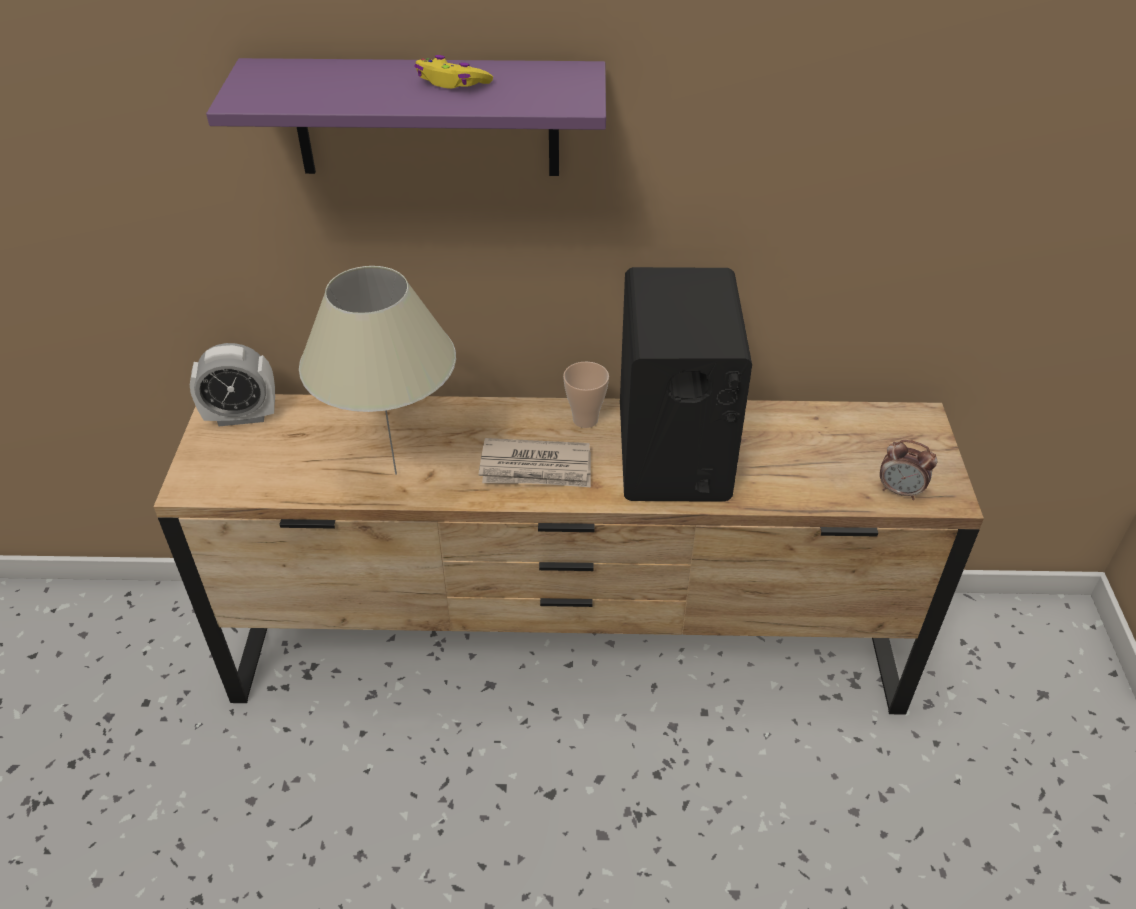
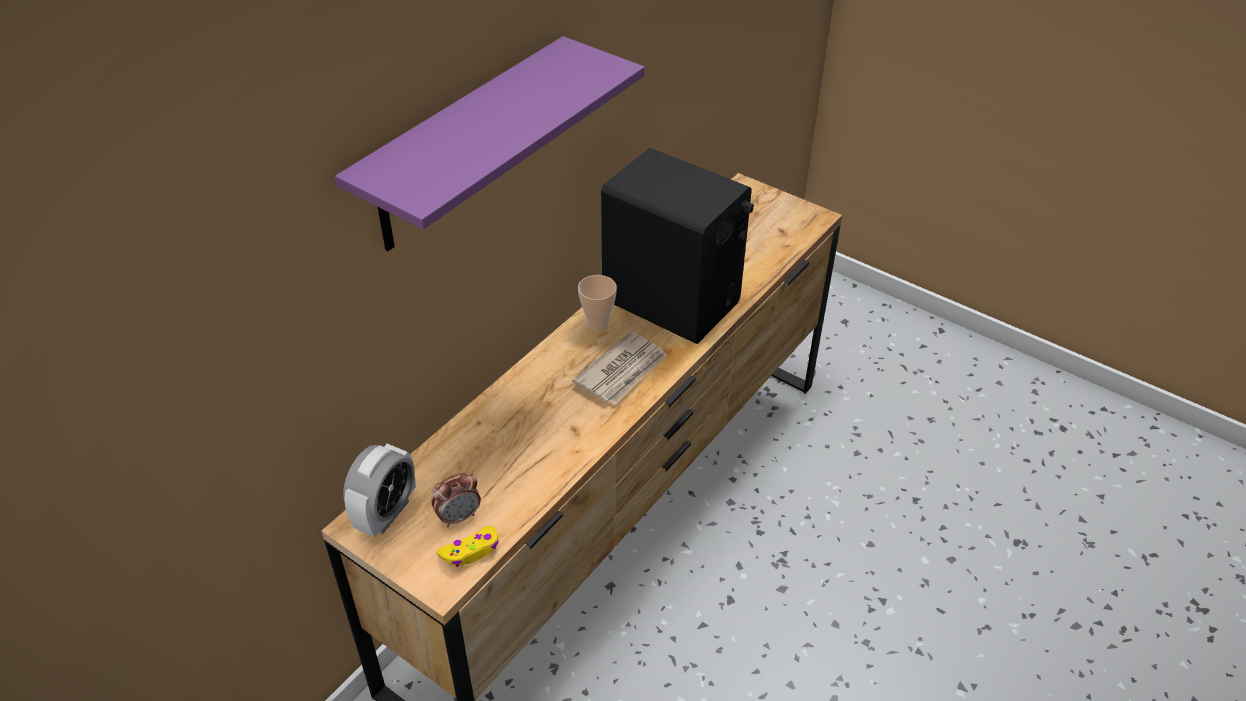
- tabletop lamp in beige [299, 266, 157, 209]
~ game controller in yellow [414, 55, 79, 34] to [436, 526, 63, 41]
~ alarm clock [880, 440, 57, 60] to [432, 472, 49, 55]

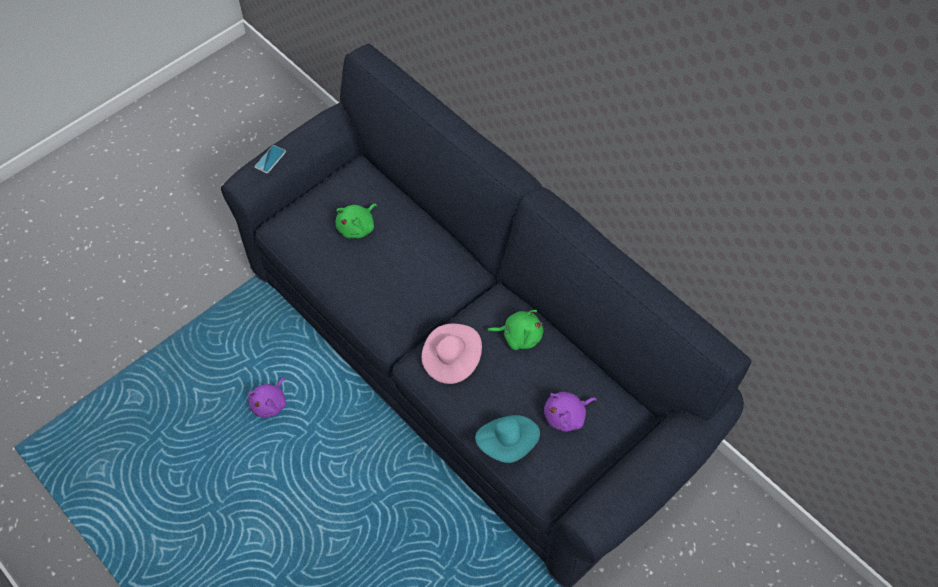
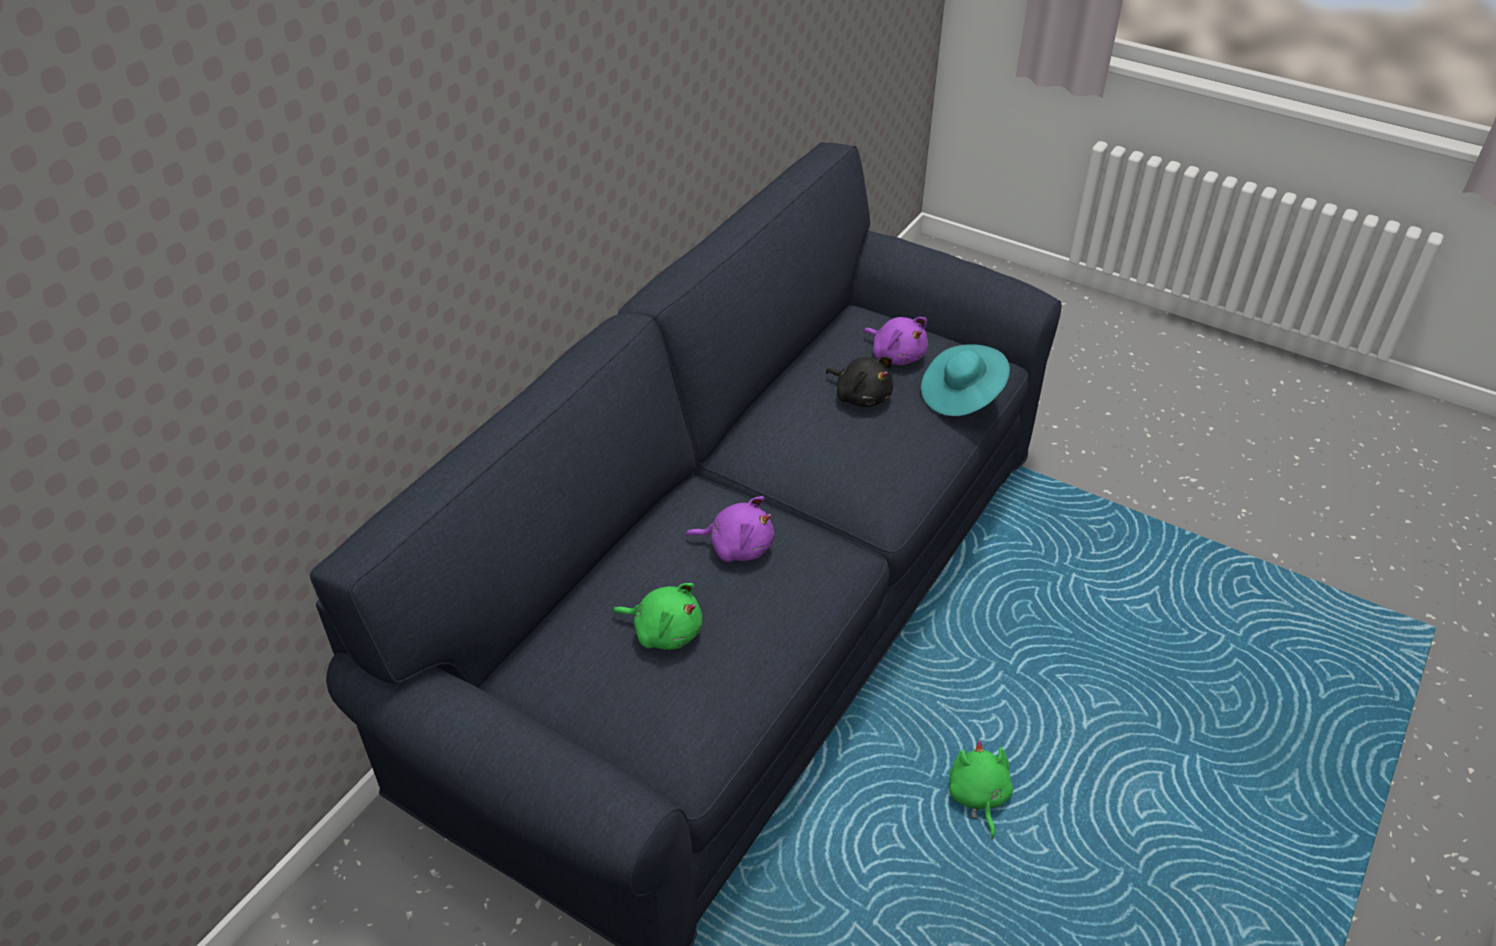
- handset [255, 145, 31, 28]
- wearable hat in pinkish [422, 324, 60, 60]
+ soft toy in black-coloured [826, 357, 68, 50]
~ soft toy in purplish [248, 378, 38, 40] to [685, 496, 89, 66]
~ soft toy in green-coloured [487, 310, 56, 40] to [949, 740, 64, 99]

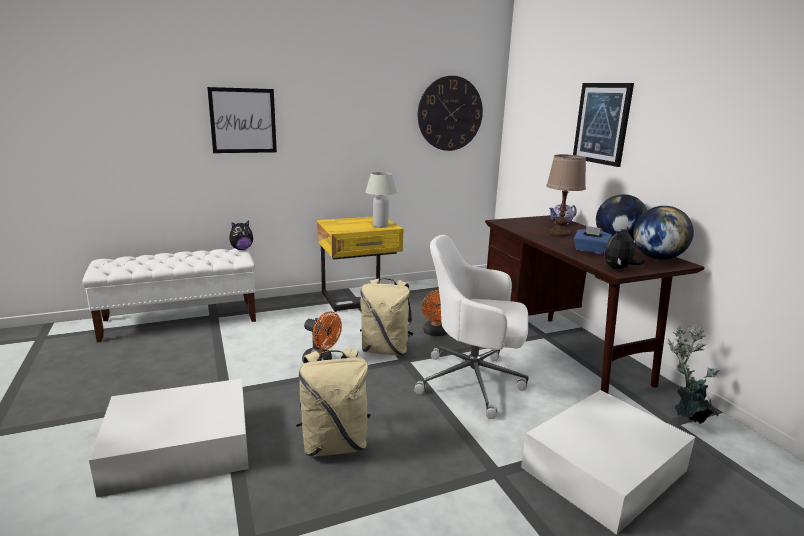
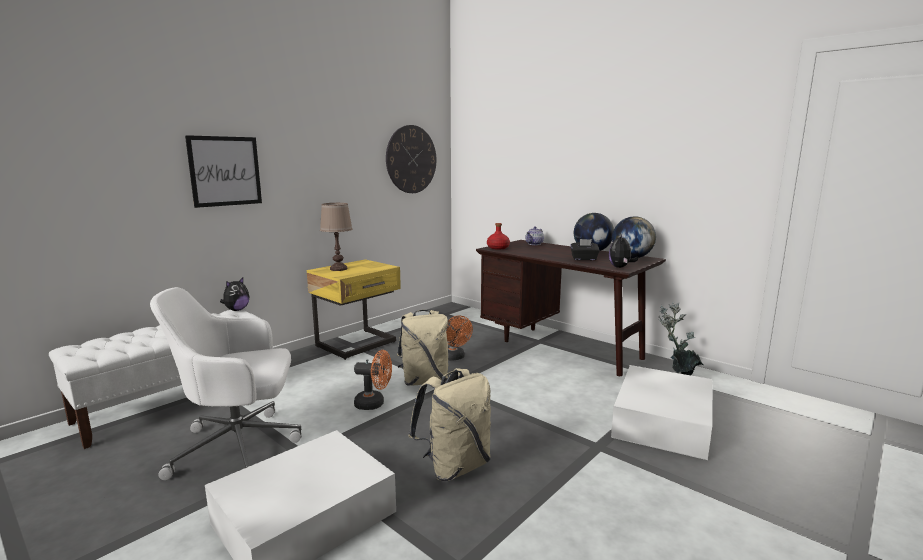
- tabletop lamp in whitish [365, 172, 32, 56]
- wall picture [573, 83, 61, 84]
+ drink bottle in red-coloured [487, 223, 23, 26]
~ computer chair in whitish [414, 235, 115, 184] to [150, 287, 151, 193]
~ tabletop lamp in brownish [546, 155, 40, 81] to [320, 203, 33, 68]
~ tissue holder in bluish [574, 226, 38, 28] to tissue holder in black-coloured [570, 239, 30, 21]

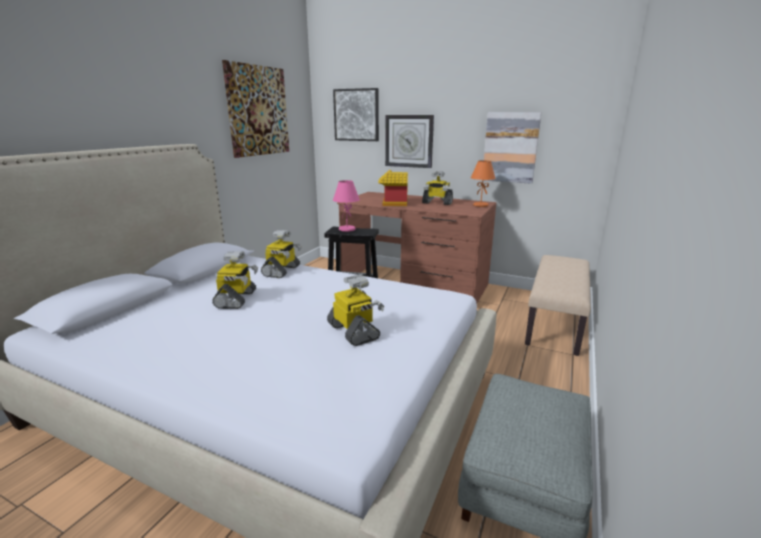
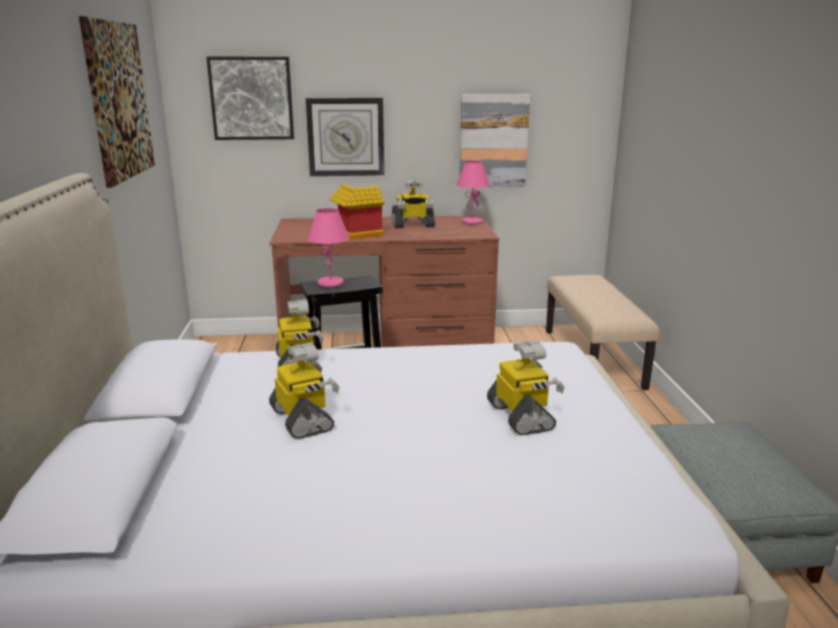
~ tabletop lamp in orange-coloured [471, 160, 25, 47] to tabletop lamp in pinkish [456, 161, 34, 64]
~ toy robot [327, 274, 57, 72] = [487, 341, 78, 94] 45 degrees clockwise

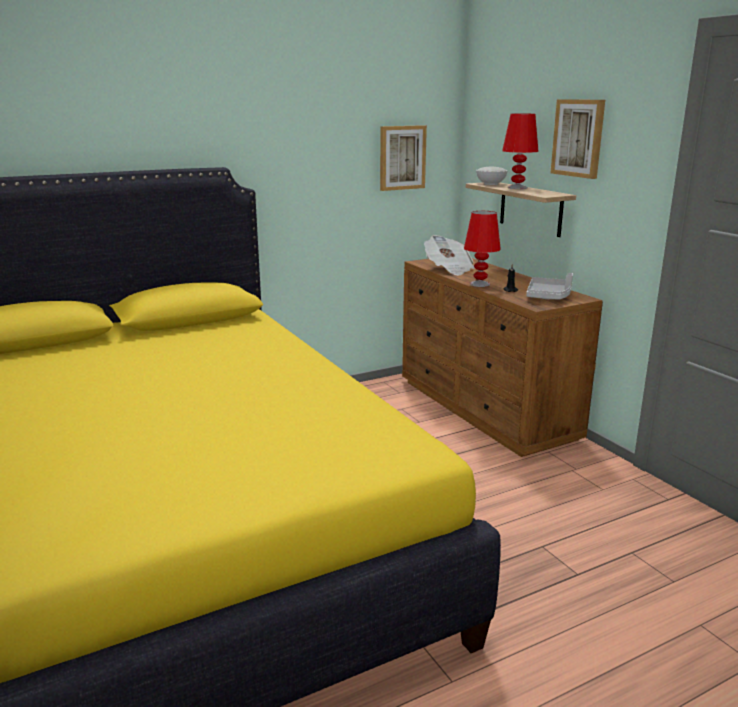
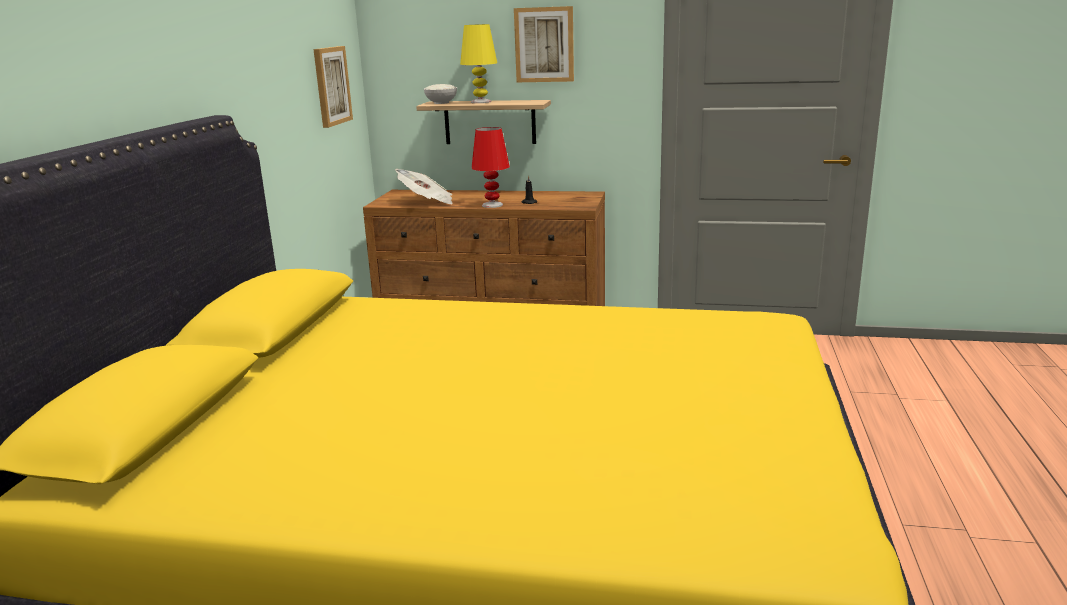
- carrying tray in gray [526, 273, 47, 27]
~ tabletop lamp in red-coloured [502, 114, 37, 75] to tabletop lamp in yellow [460, 24, 37, 79]

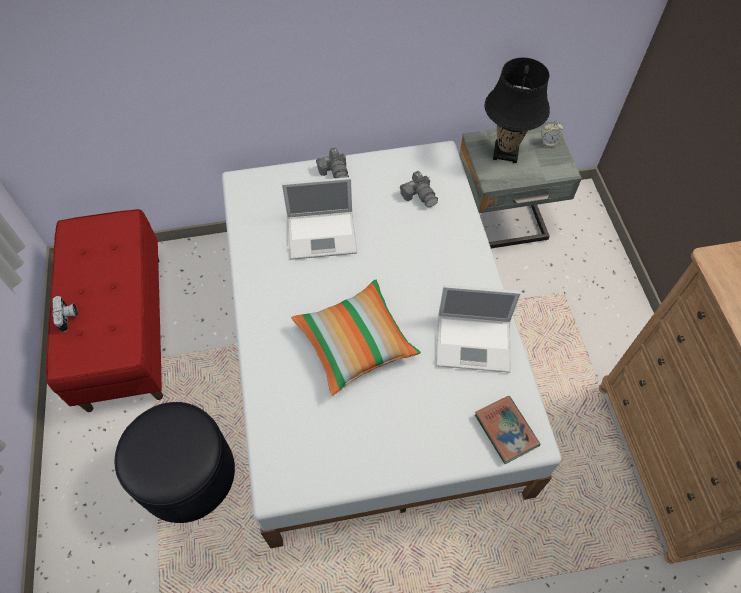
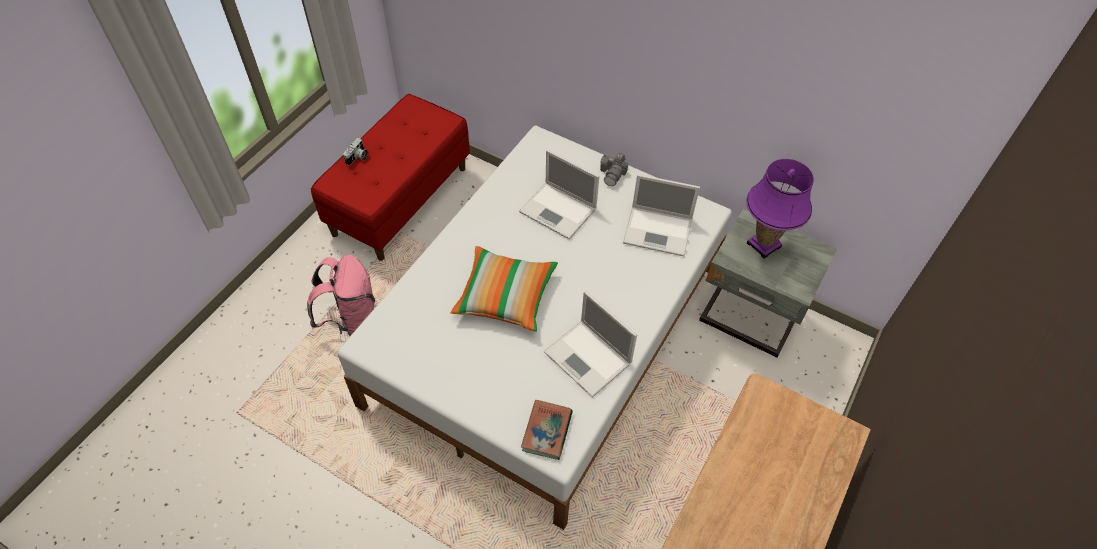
- alarm clock [541, 121, 22, 26]
~ footrest in black-coloured [115, 402, 120, 121] to knapsack in pinkish [307, 255, 68, 81]
~ photo camera [400, 171, 38, 36] to notebook computer [623, 174, 77, 82]
~ tabletop lamp in black-coloured [485, 58, 65, 105] to tabletop lamp in purplish [746, 159, 68, 100]

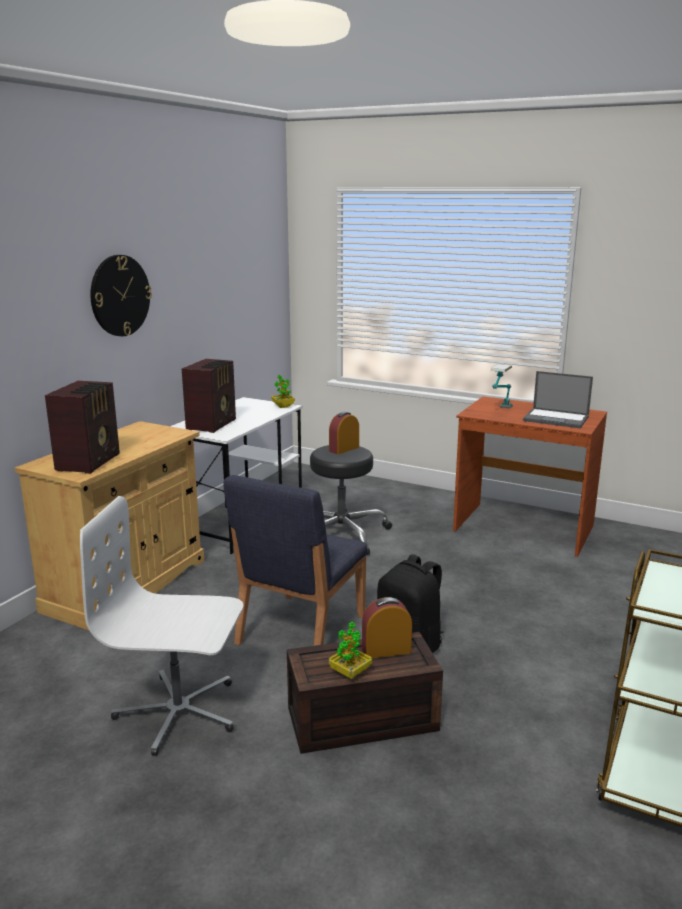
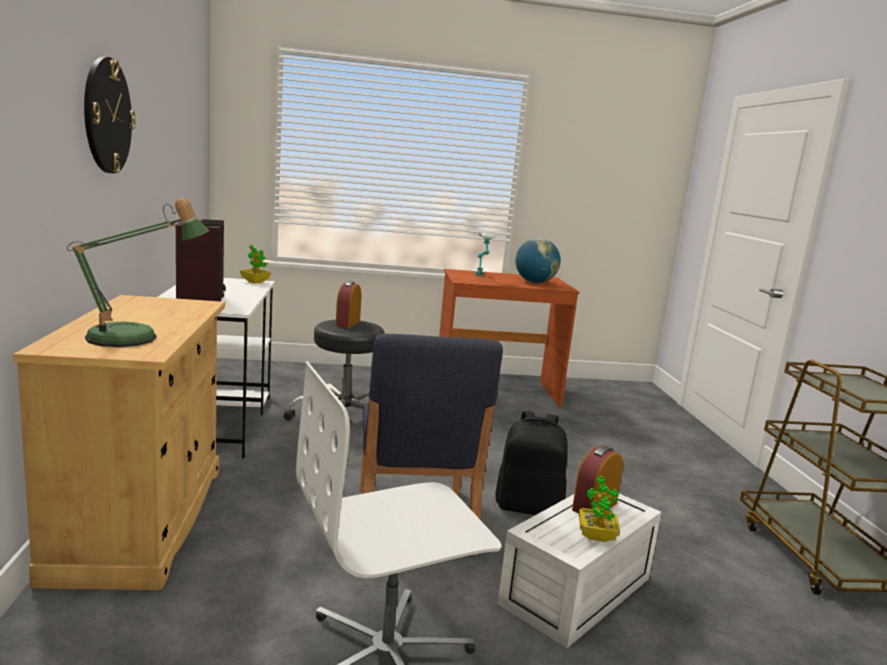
~ radio set [45, 381, 75, 93] to tabletop lamp [67, 198, 143, 149]
~ notebook computer [523, 371, 70, 57] to world globe [516, 238, 45, 45]
~ storage box in brownish [287, 632, 156, 122] to storage box in whitish [498, 494, 164, 154]

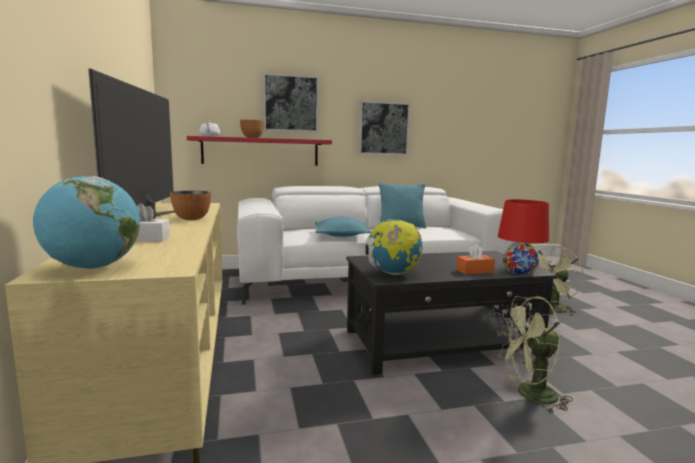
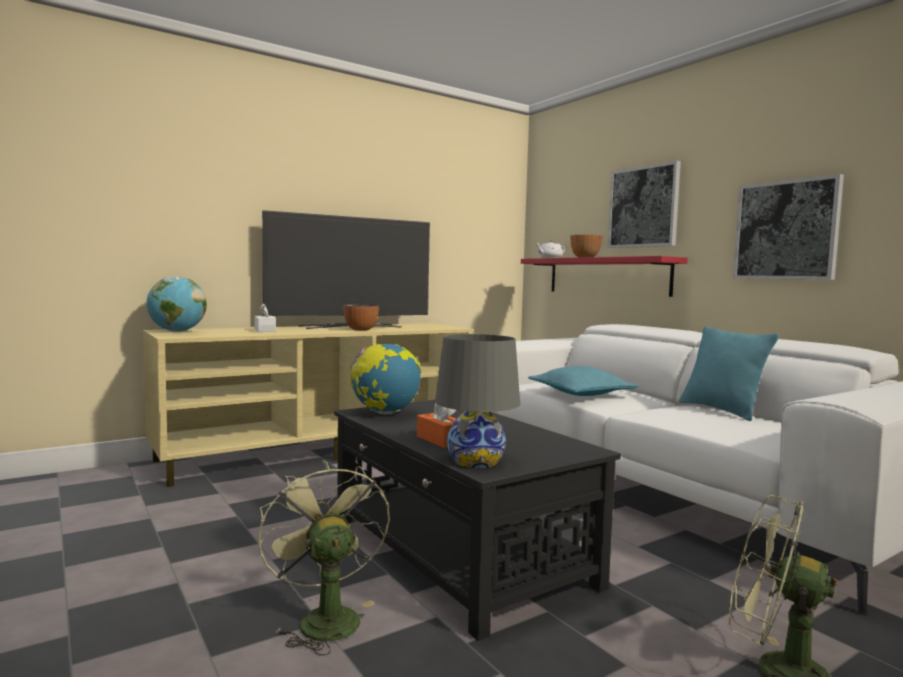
~ tabletop lamp in red-coloured [498, 199, 51, 76] to tabletop lamp in gray [435, 334, 85, 134]

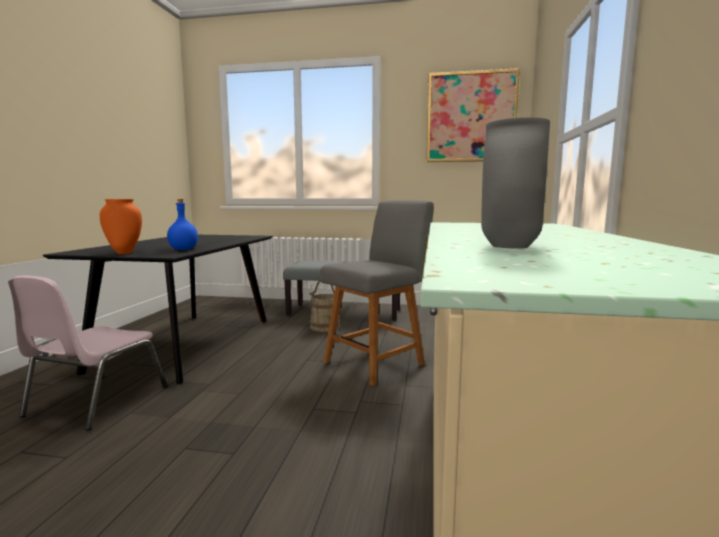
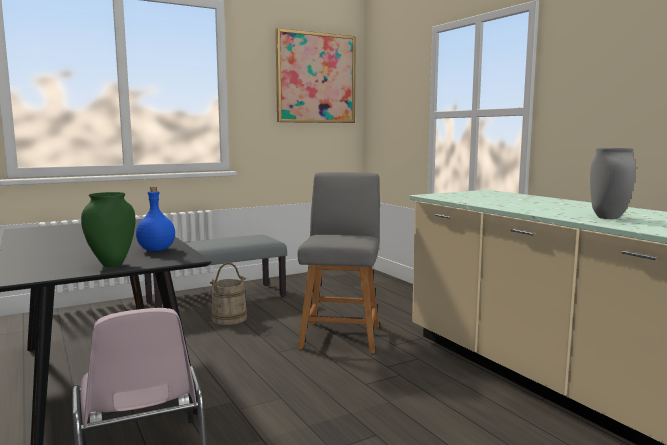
~ flower vase in orange-coloured [100, 199, 42, 55] to flower vase in green-coloured [81, 192, 55, 76]

